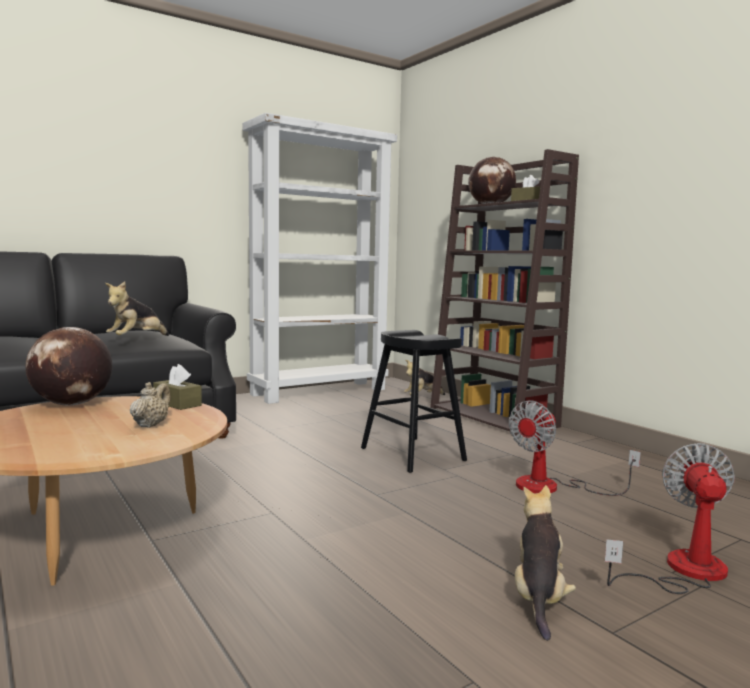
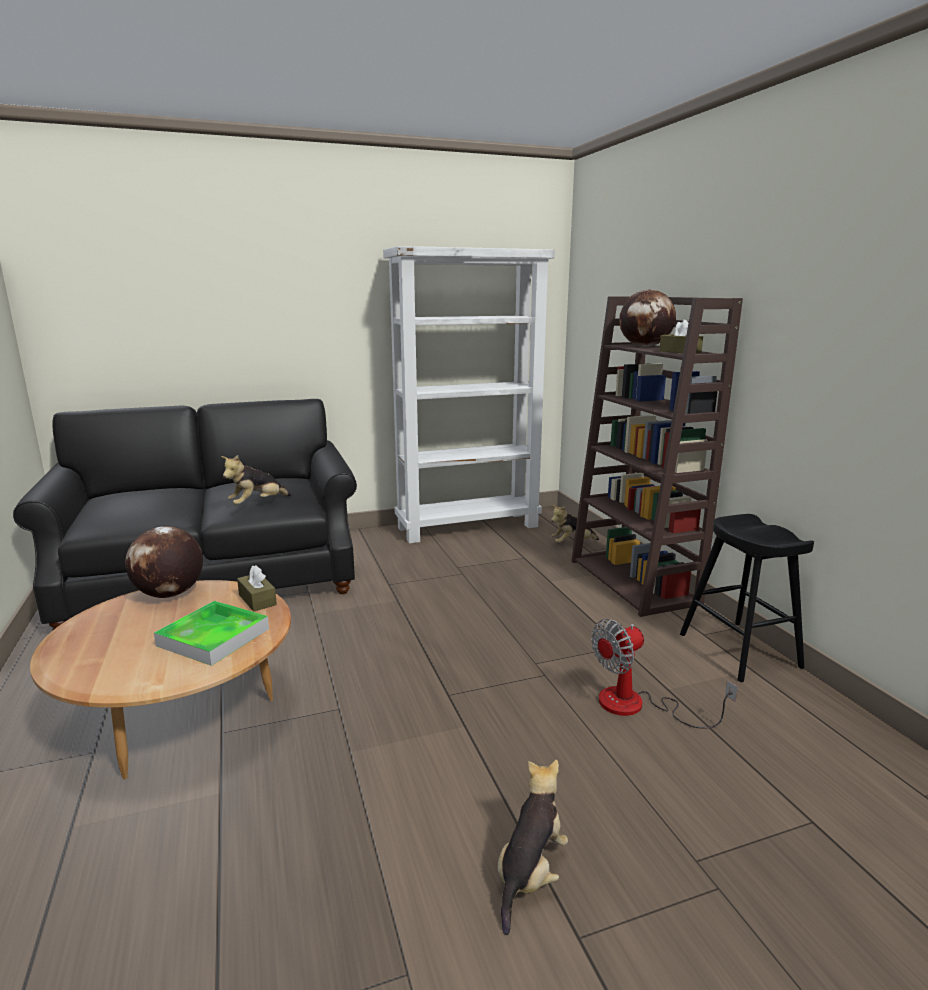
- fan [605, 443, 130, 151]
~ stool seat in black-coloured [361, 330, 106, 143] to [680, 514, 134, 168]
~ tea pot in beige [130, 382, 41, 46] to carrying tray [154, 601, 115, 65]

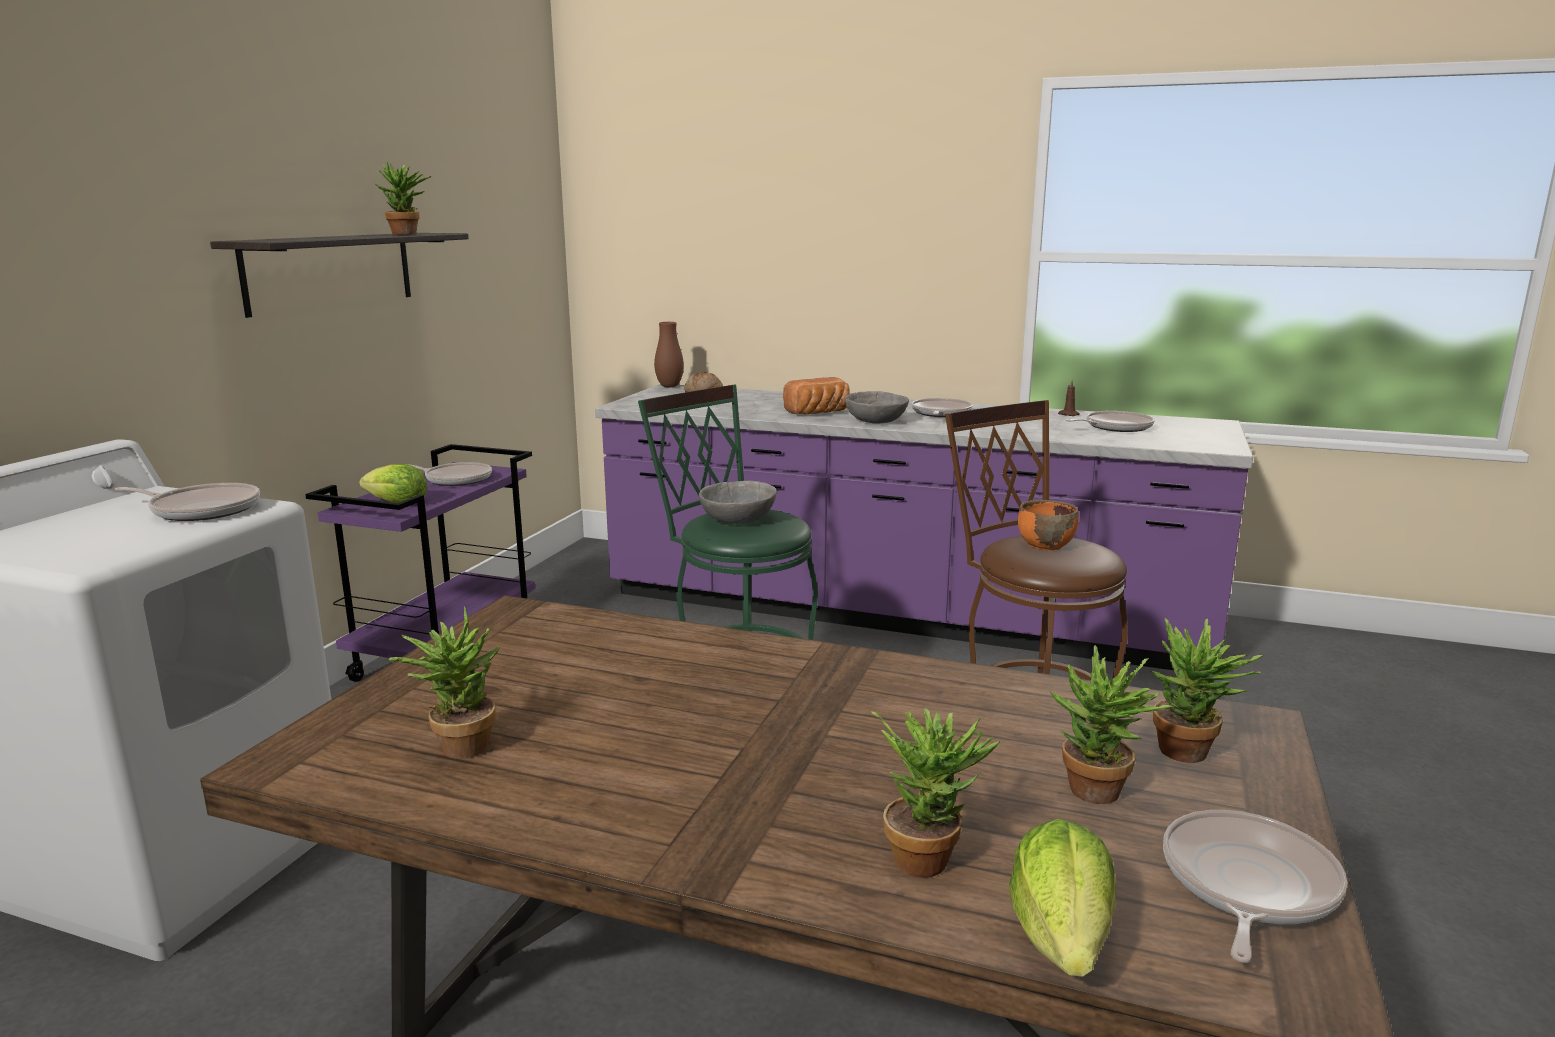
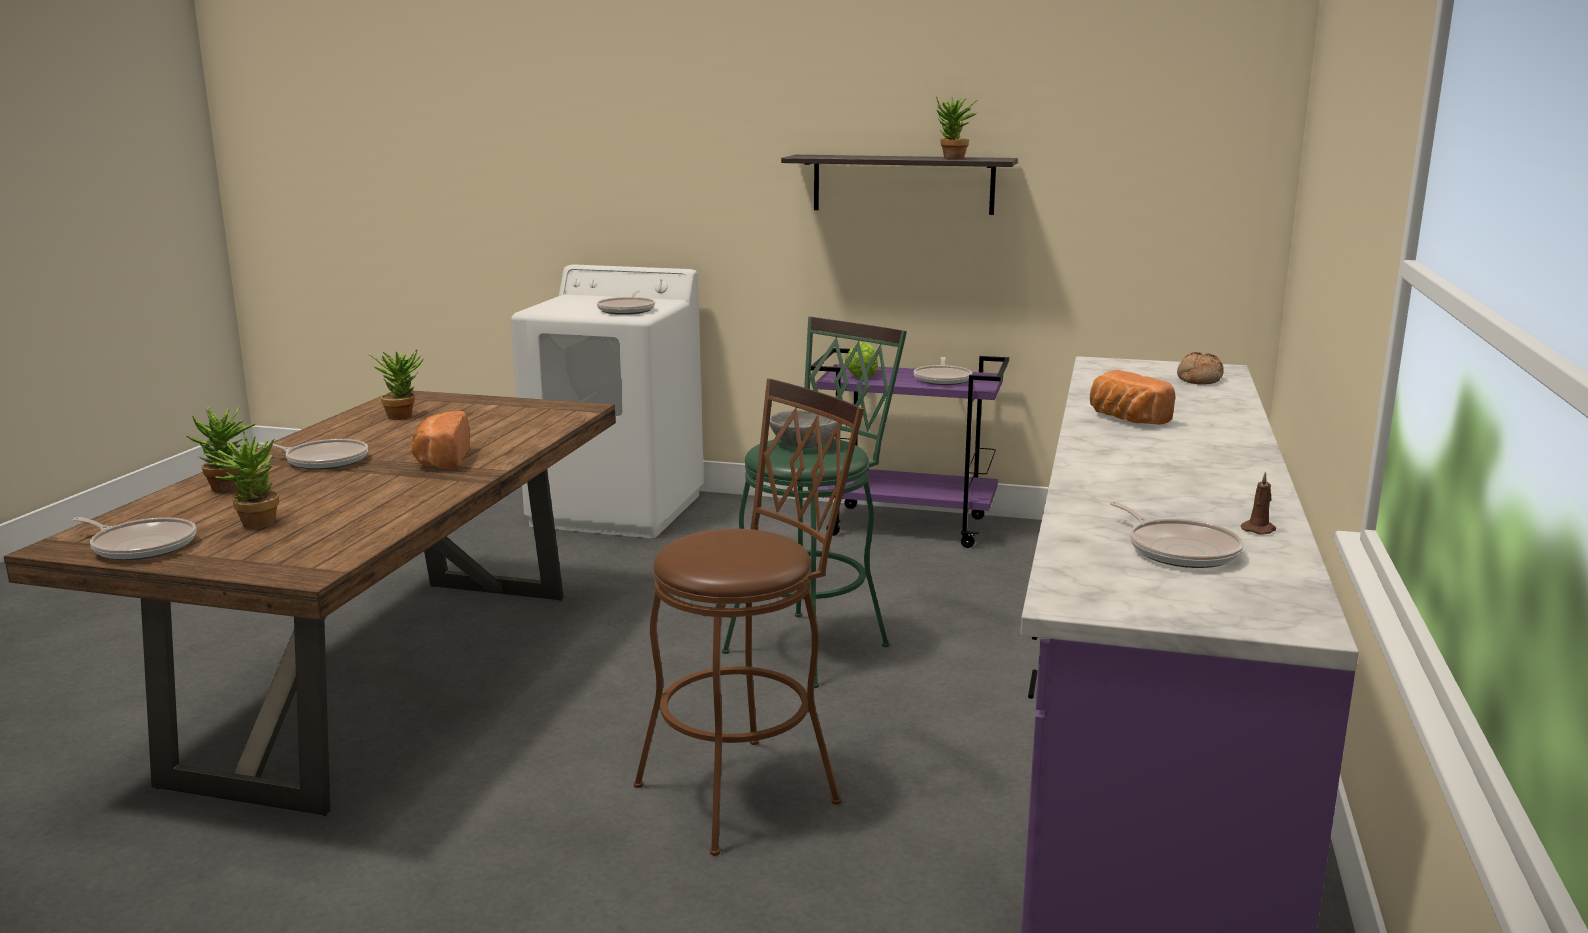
- flower vase in brownish [654, 322, 30, 65]
- deep dish in gray [845, 391, 64, 33]
- head of lettuce [1009, 818, 107, 159]
- deep dish in orange-coloured [1018, 500, 61, 51]
- potted plant [1151, 618, 112, 145]
+ baked bread [411, 411, 59, 58]
~ frying pan [911, 398, 62, 19] to [254, 439, 114, 30]

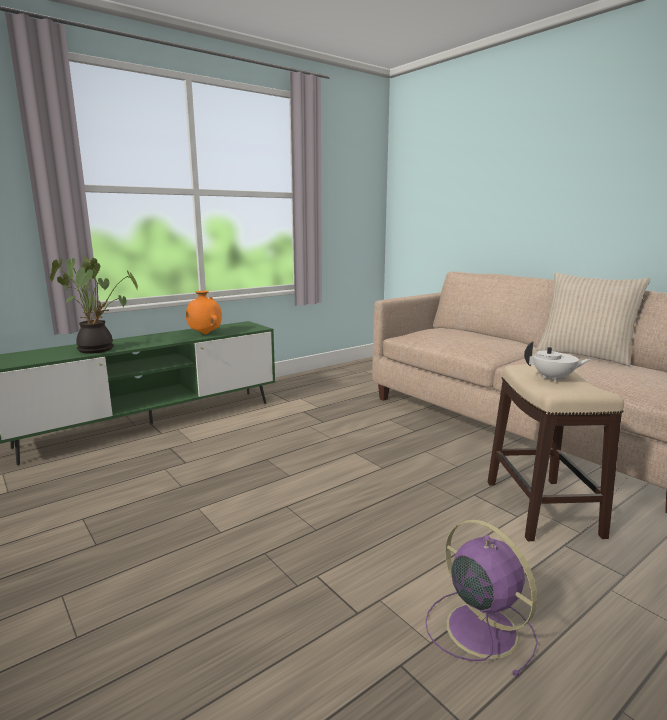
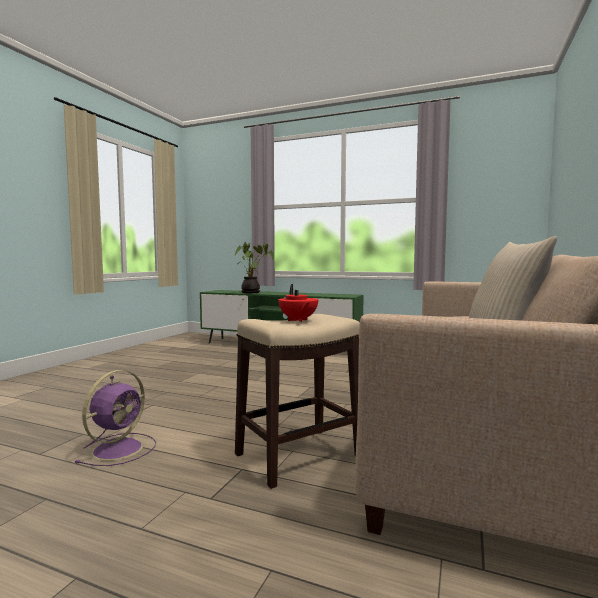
- flower vase in orange-coloured [186, 291, 36, 43]
~ tea pot in whitish [524, 342, 67, 40] to tea pot in red-coloured [278, 284, 40, 38]

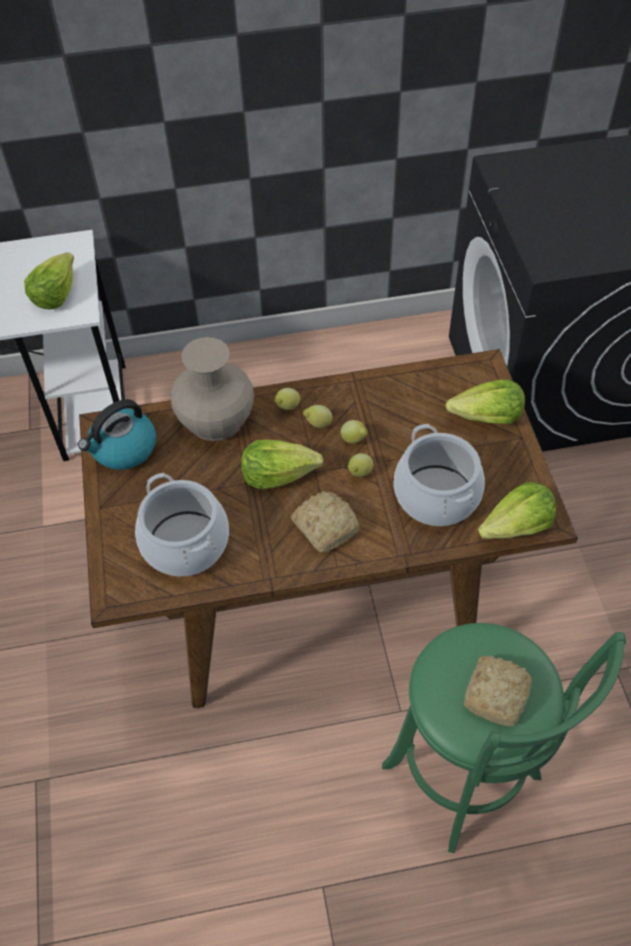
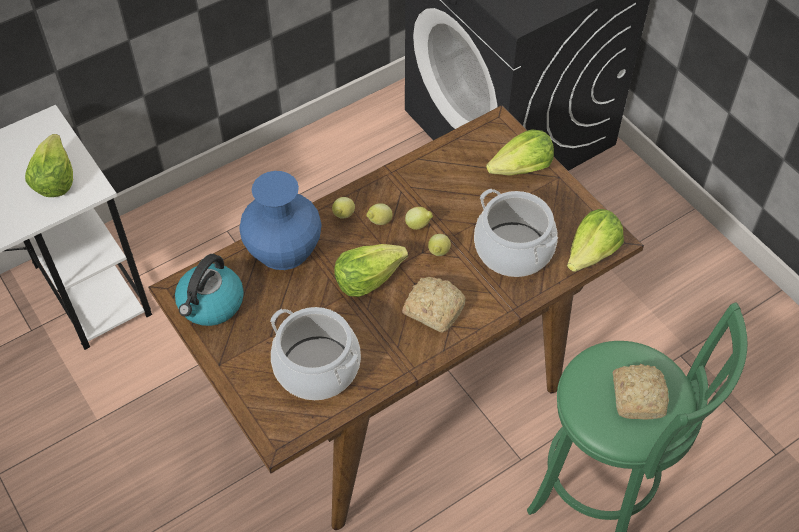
~ flower vase in beige [171, 337, 83, 104] to flower vase in bluish [239, 171, 83, 99]

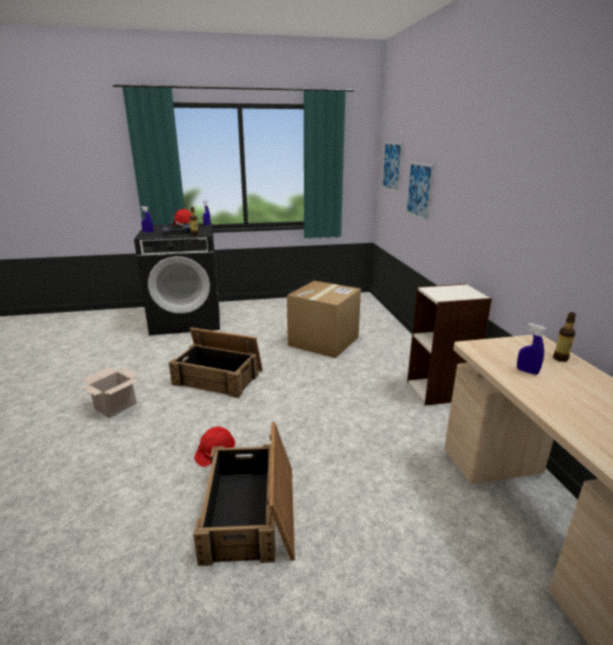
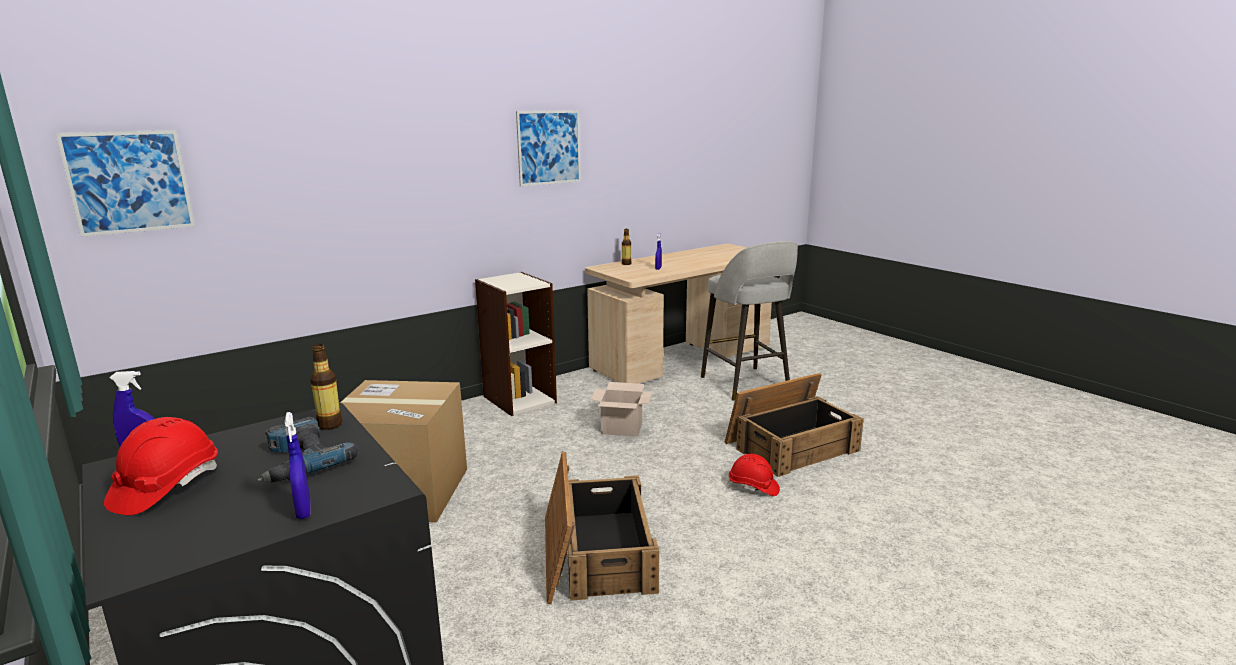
+ stool seat in gray [701, 241, 97, 160]
~ carton [81, 367, 58, 51] to [590, 382, 62, 55]
~ wall picture [406, 162, 28, 59] to [516, 110, 65, 77]

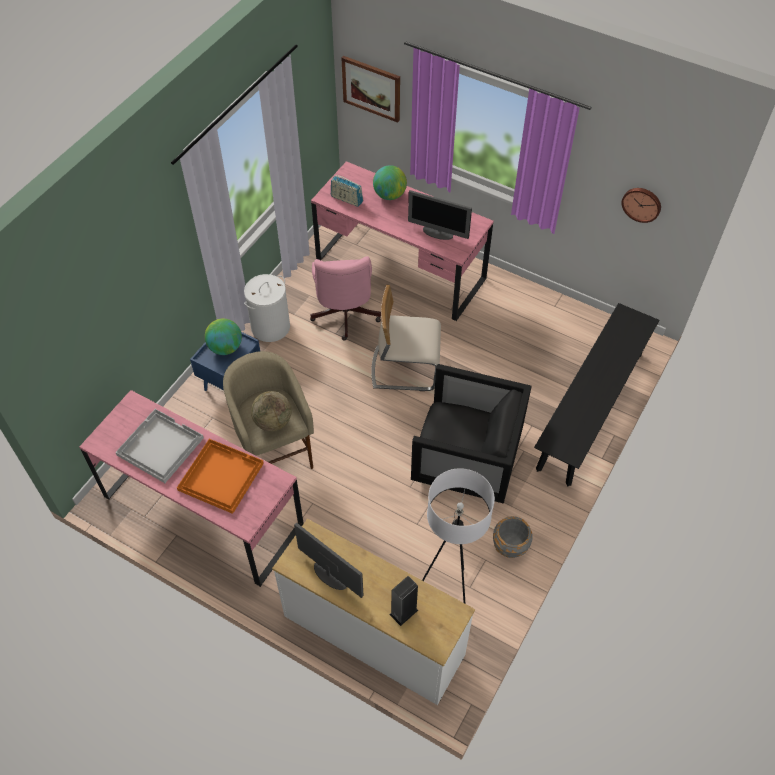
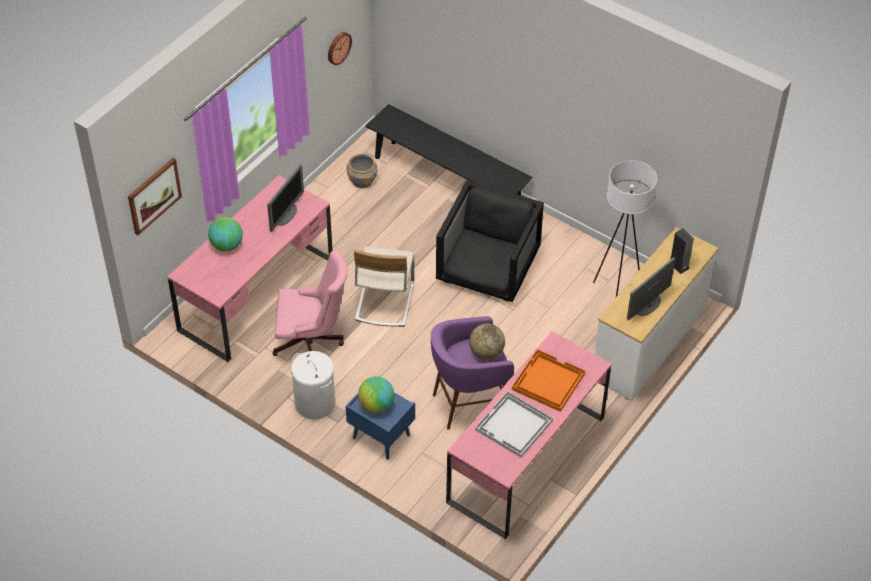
- radio set [331, 175, 32, 32]
~ flower pot in gray [493, 516, 40, 42] to [347, 154, 30, 34]
~ stool seat in beige [223, 351, 91, 118] to stool seat in purplish [431, 316, 83, 114]

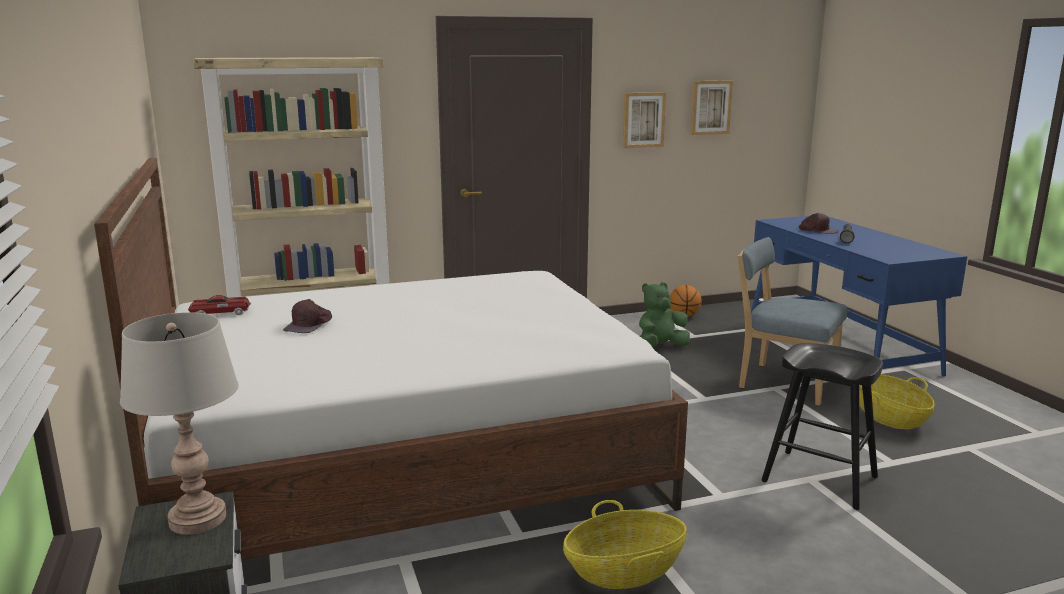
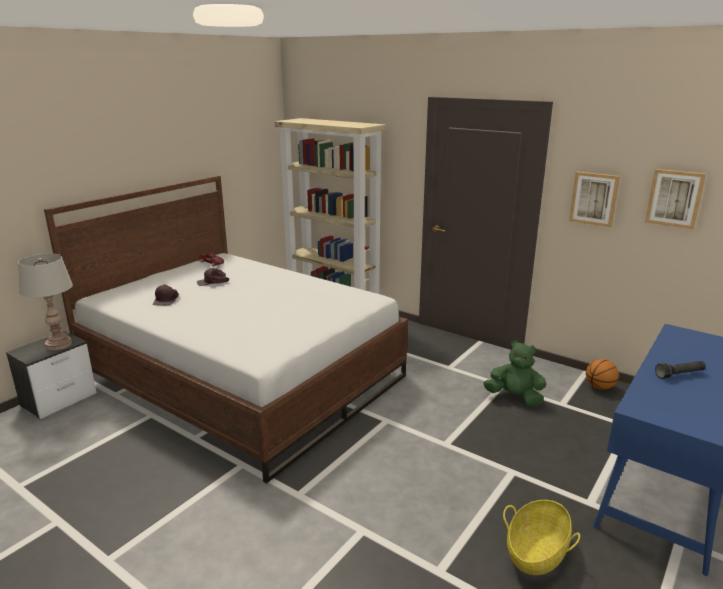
- basket [563, 500, 124, 89]
- plain chair in bluish [738, 237, 109, 169]
- stool seat in black-coloured [762, 343, 121, 167]
~ cap in brownish [799, 213, 40, 21] to [153, 284, 26, 21]

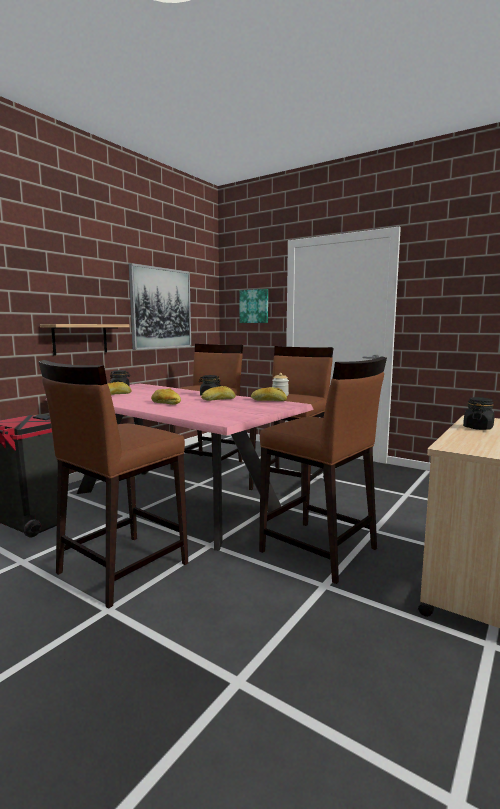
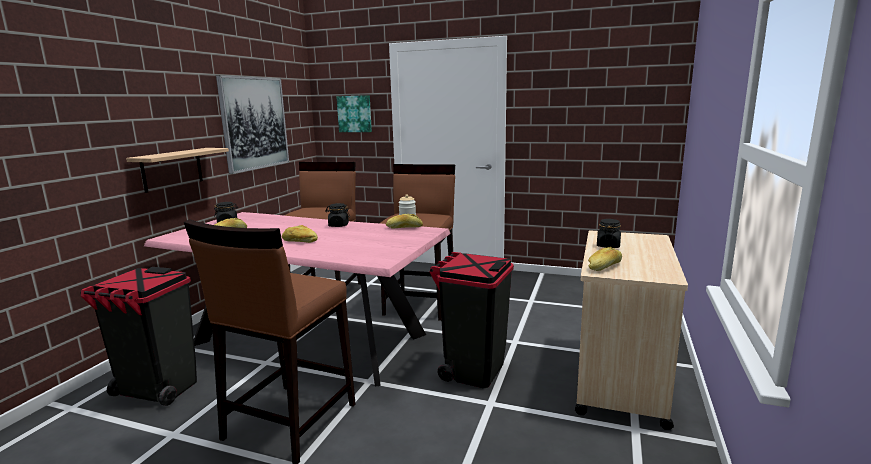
~ baked bread [201, 386, 35, 15] to [588, 247, 34, 24]
~ stool seat in brownish [259, 356, 128, 228] to rubbish bin in black-coloured [430, 252, 84, 136]

